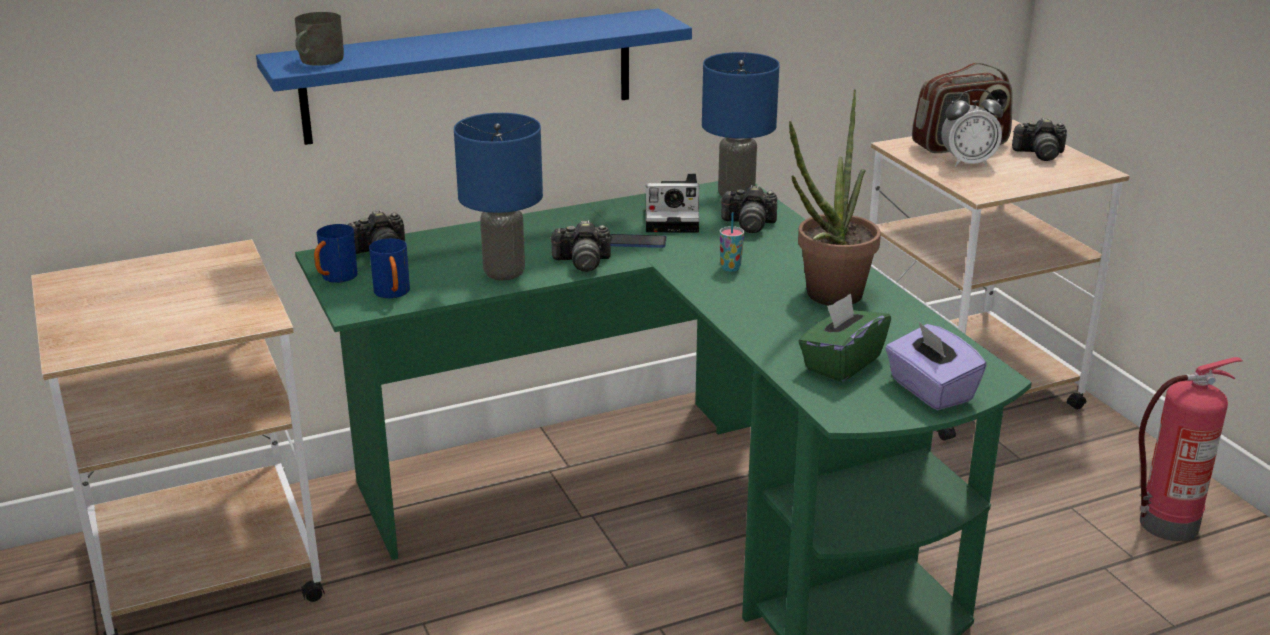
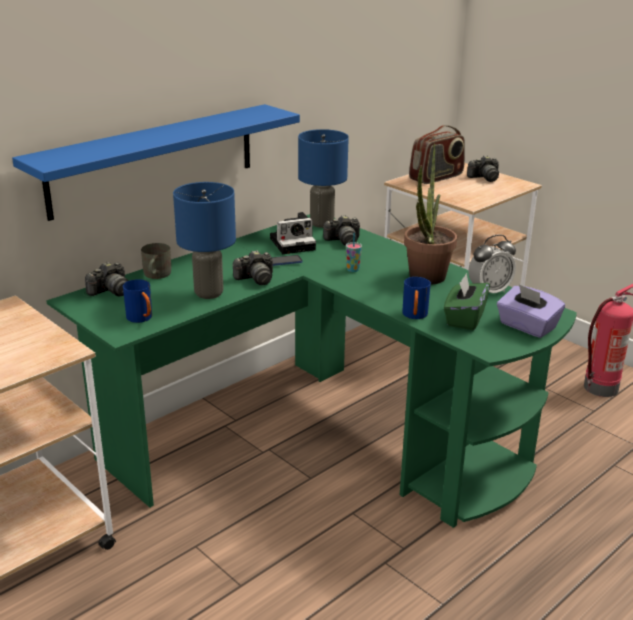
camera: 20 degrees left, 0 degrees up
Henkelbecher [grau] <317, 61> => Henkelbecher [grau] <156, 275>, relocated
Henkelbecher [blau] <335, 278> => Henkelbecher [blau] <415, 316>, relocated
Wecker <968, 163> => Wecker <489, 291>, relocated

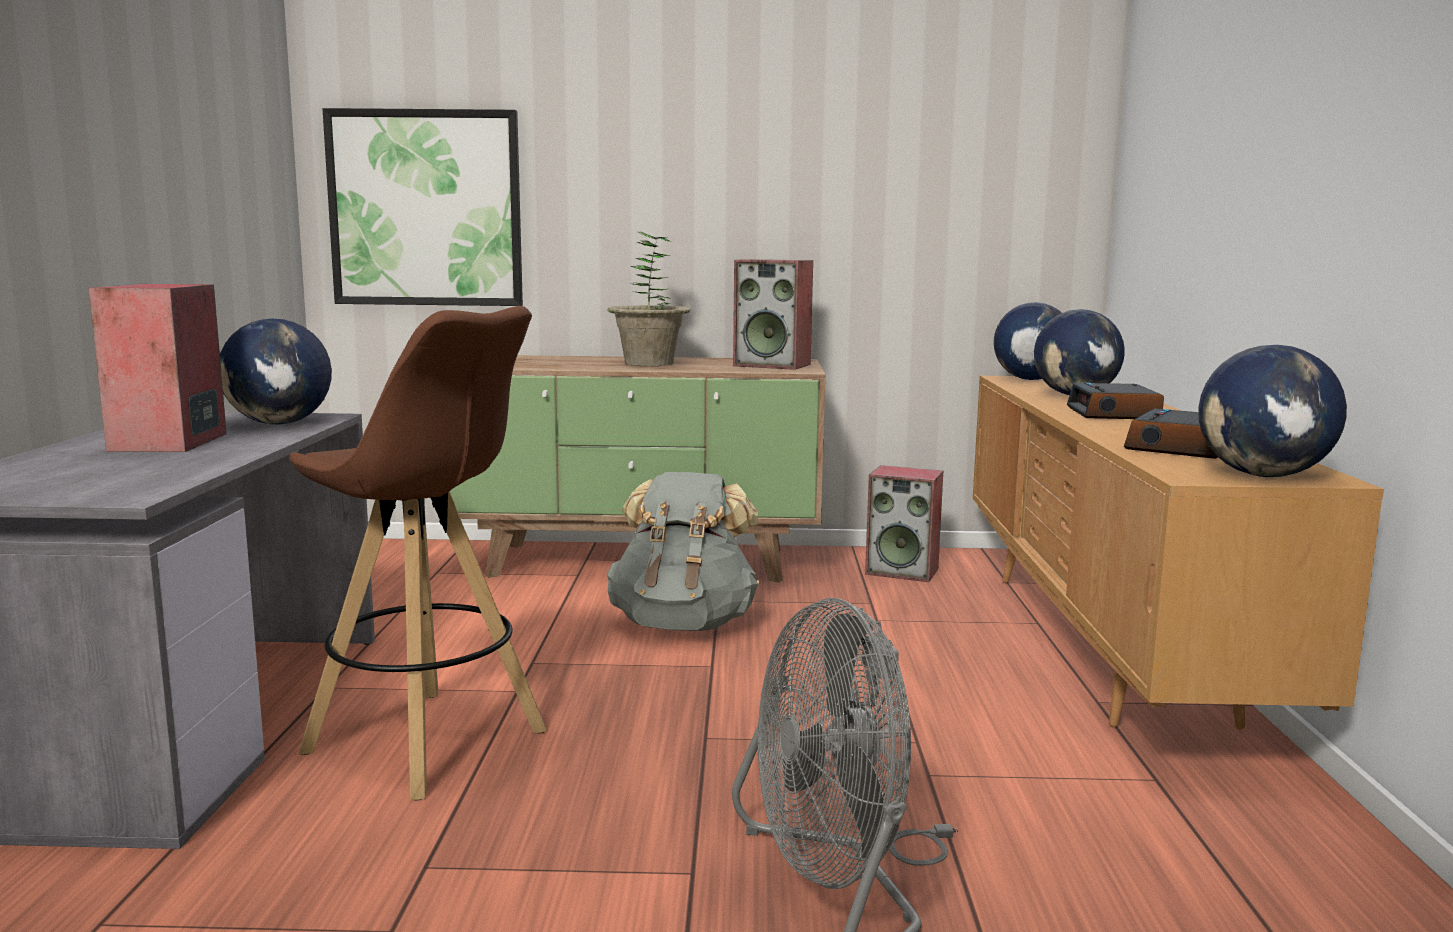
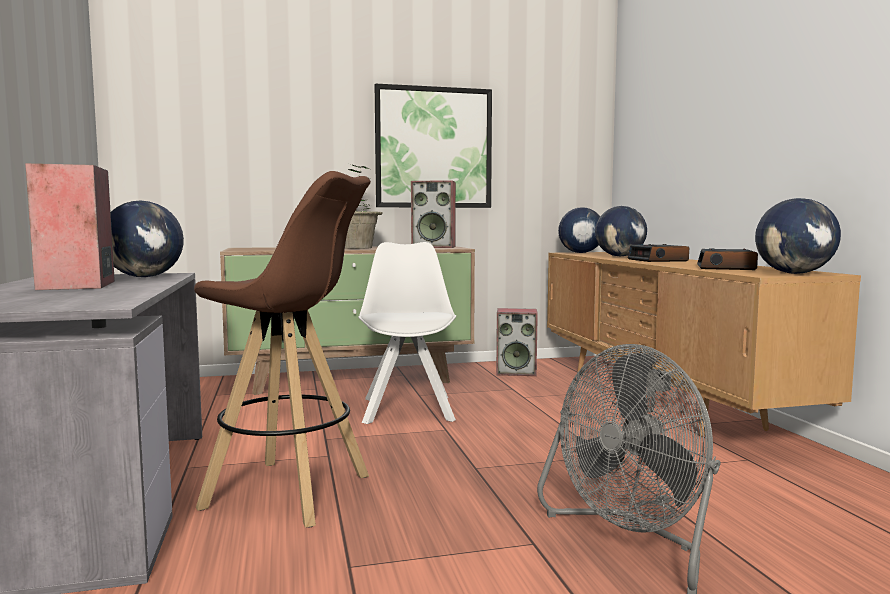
camera: 15 degrees left, 5 degrees down
Bild <426, 209> => Bild <433, 148>, relocated
Rucksack [grau] <683, 624> => Stuhl [weiß] <408, 409>

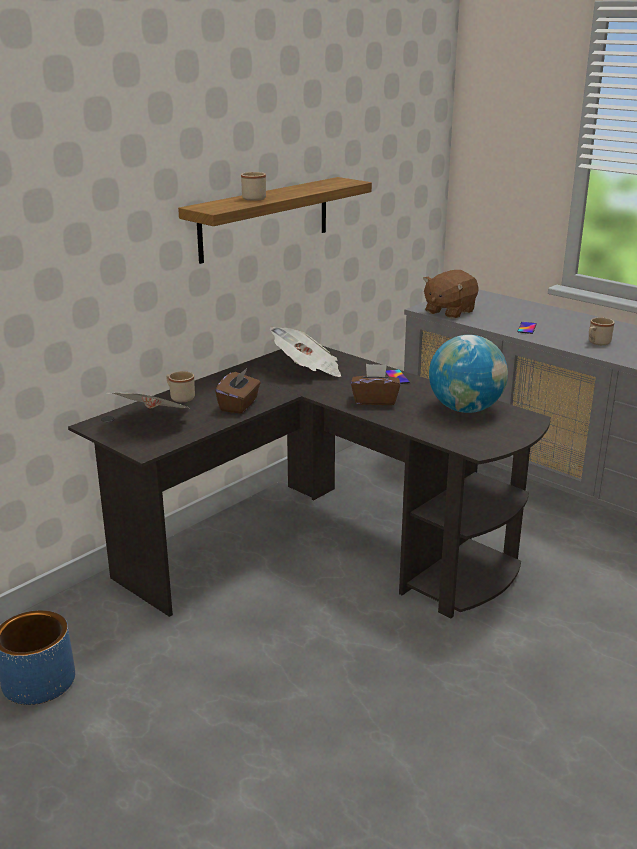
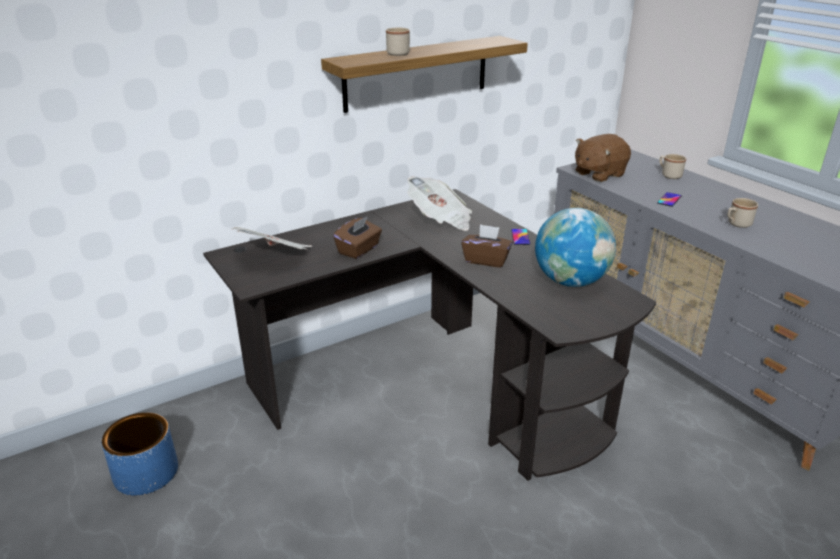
camera: 15 degrees right, 5 degrees up
Henkelbecher [beige] <180, 397> => Henkelbecher [beige] <669, 175>, relocated

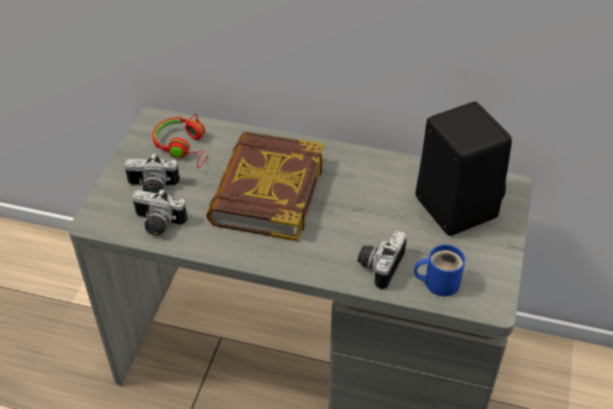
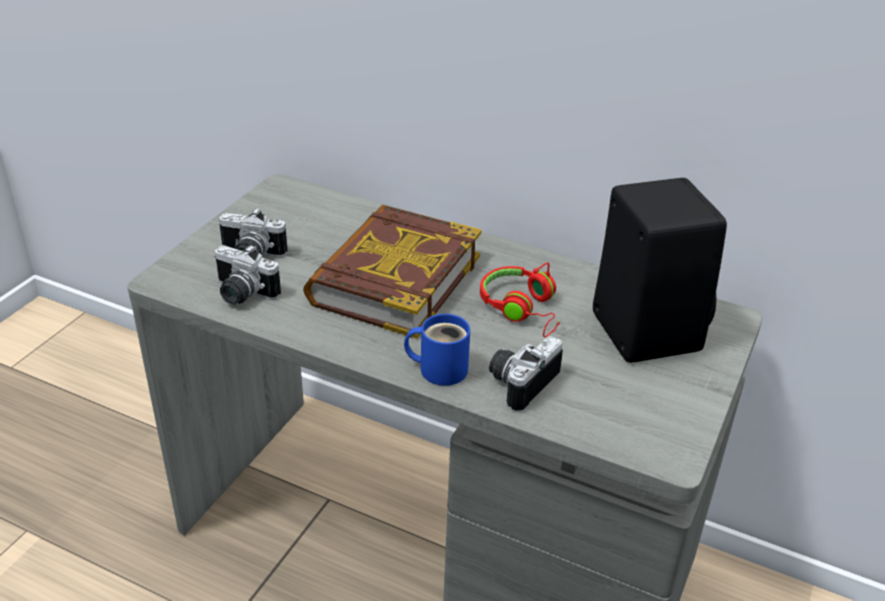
camera: 10 degrees right, 10 degrees down
Kopfhörer [rot] <184, 147> => Kopfhörer [rot] <523, 309>, relocated
Henkelbecher [blau] <438, 281> => Henkelbecher [blau] <439, 368>, relocated

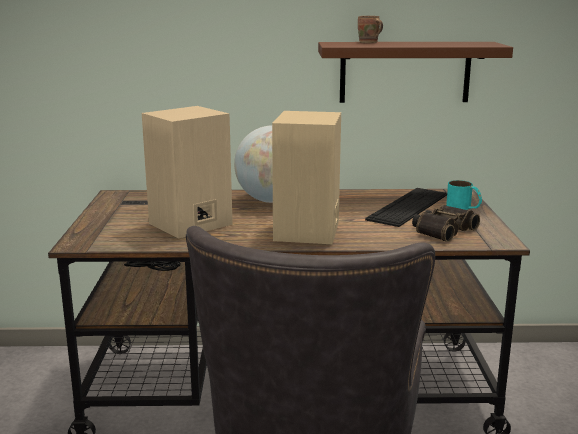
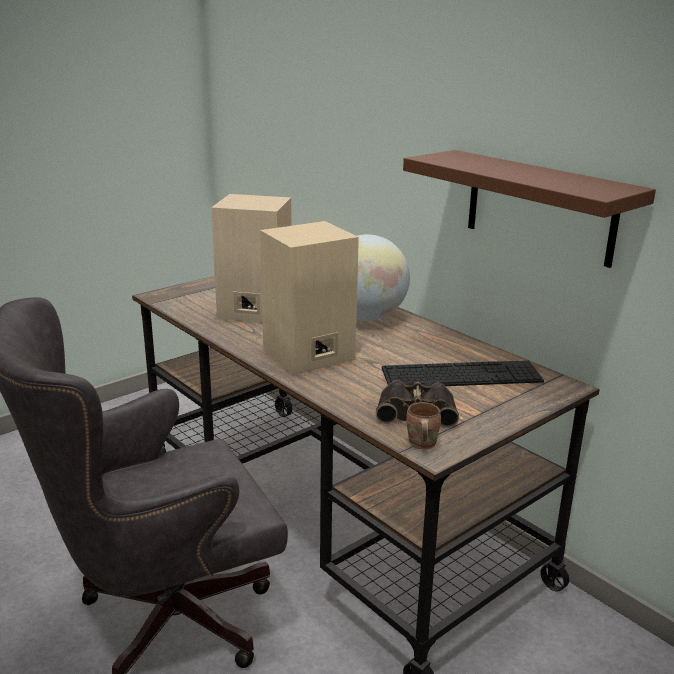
camera: 50 degrees right, 5 degrees up
Henkelbecher [türkis] <464, 207> => nothing
Henkelbecher [braun] <368, 42> => Henkelbecher [braun] <420, 444>, relocated

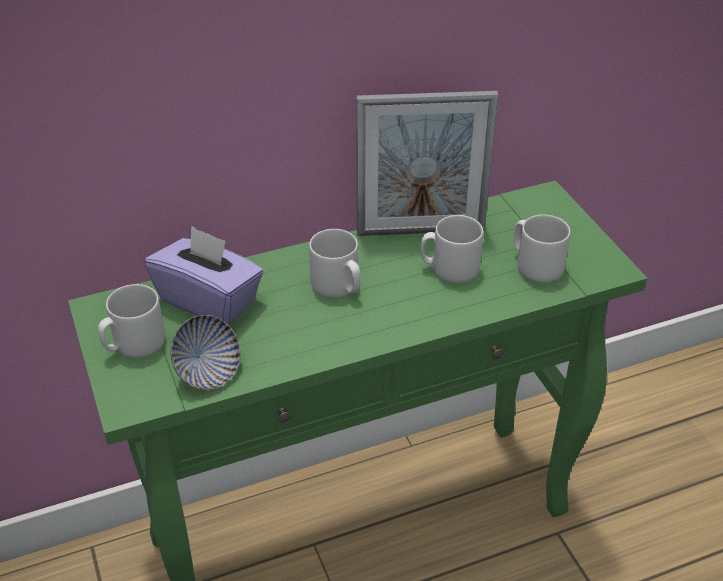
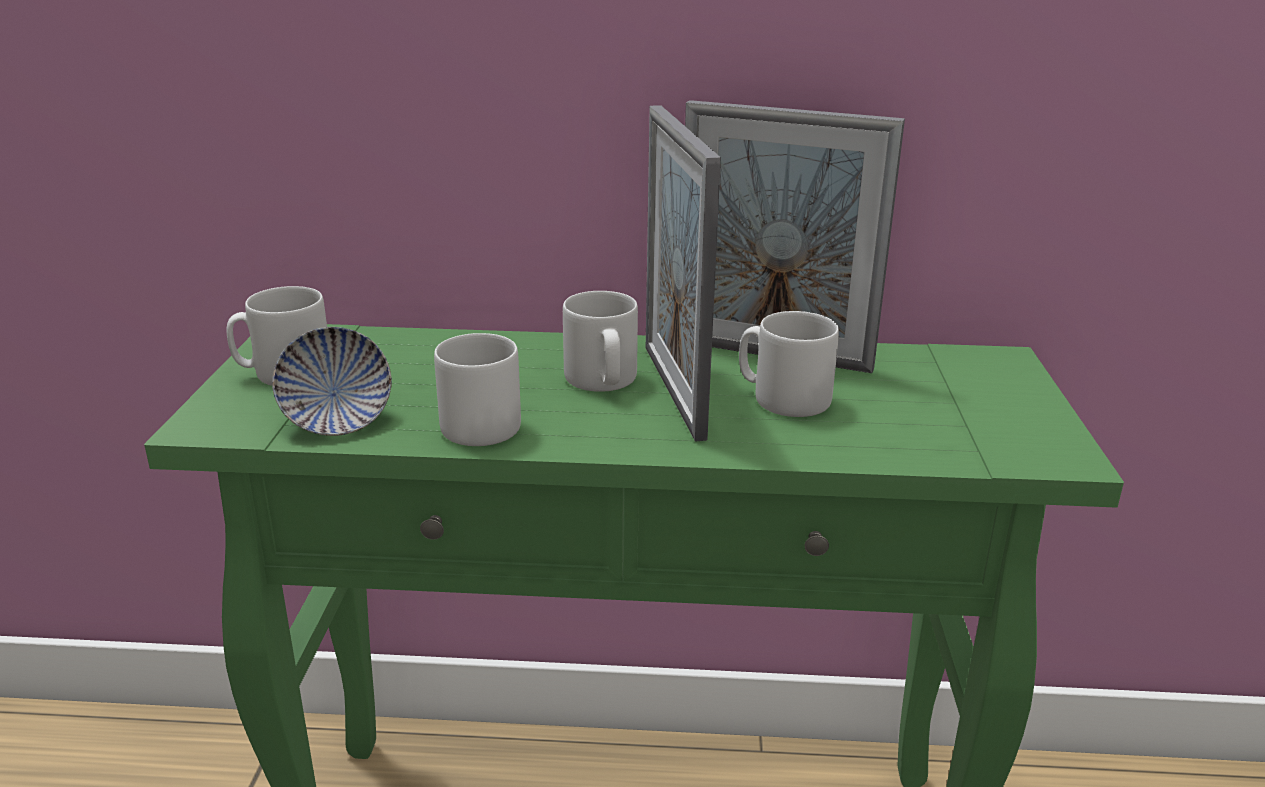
camera: 25 degrees right, 15 degrees down
Taschentuchbox [lila] <209, 300> => nothing
nothing => Bilderrahmen <673, 390>
Henkelbecher [grau] <535, 265> => Henkelbecher [grau] <479, 423>, relocated

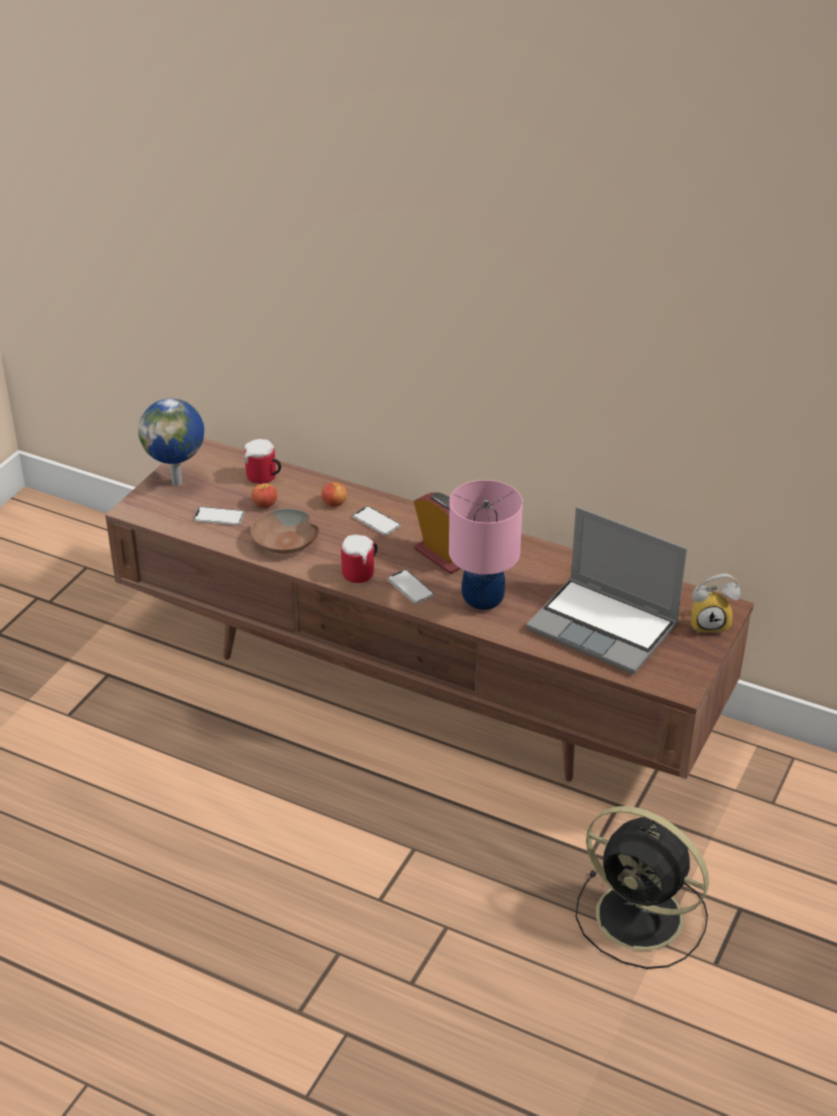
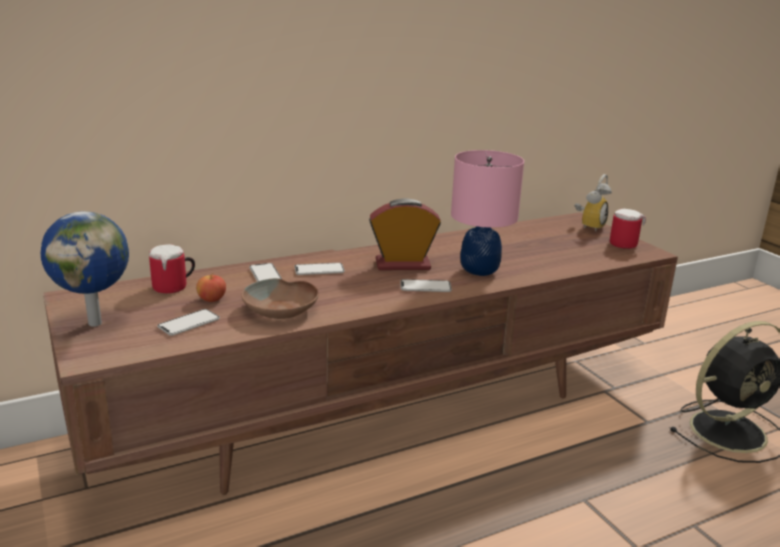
camera: 55 degrees left, 15 degrees down
Laptop <605, 627> => nothing
Henkelbecher <362, 572> => Henkelbecher <622, 243>, relocated
Apfel <334, 503> => Handy <265, 275>

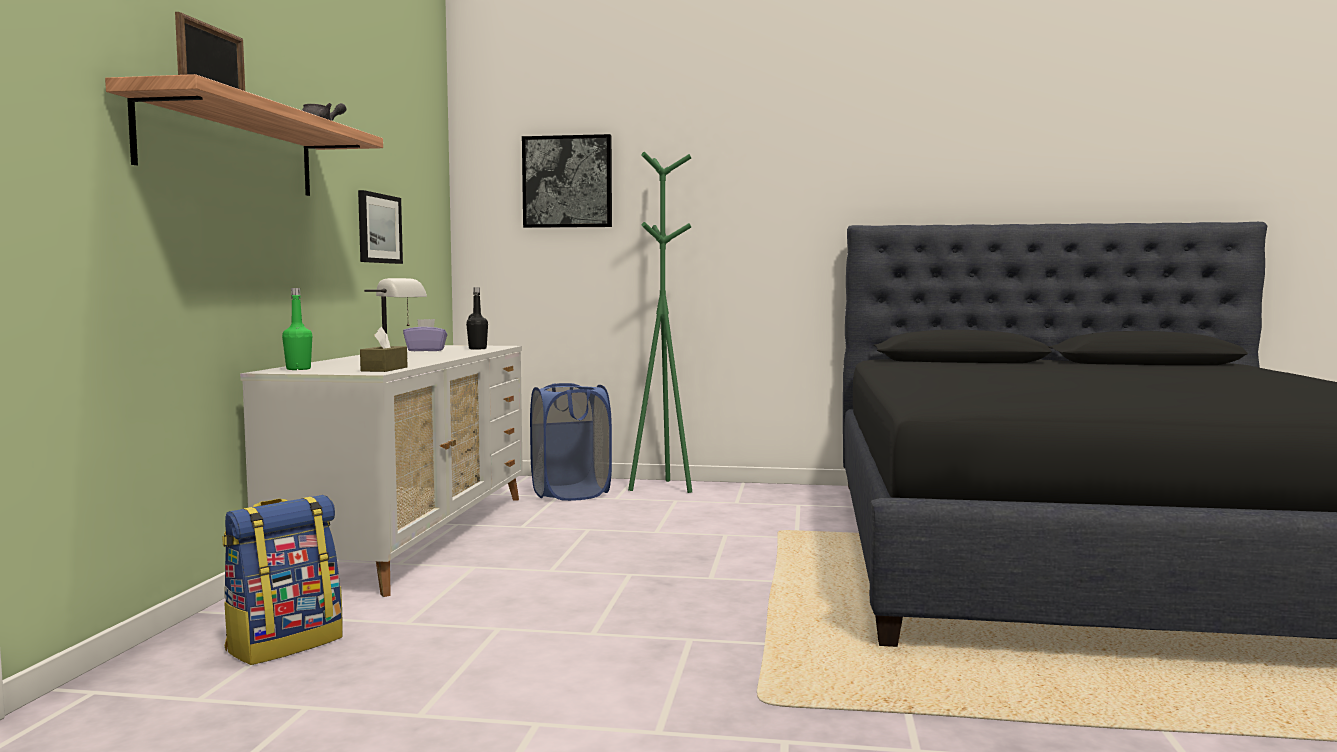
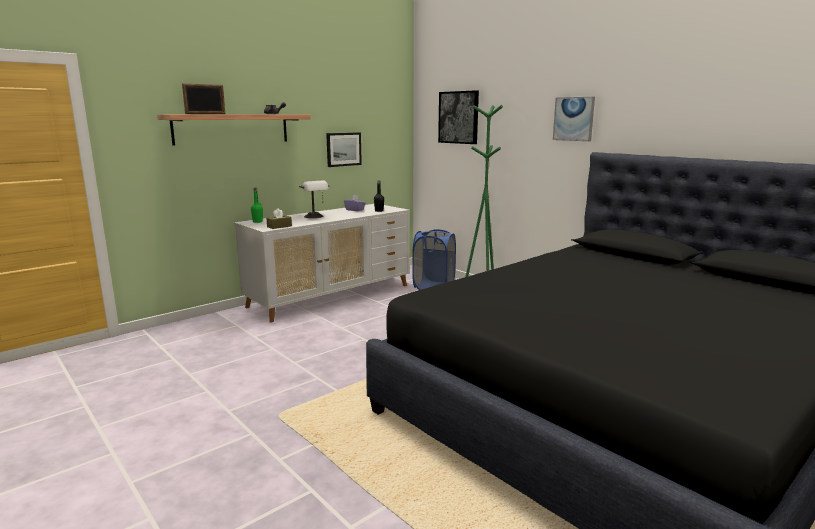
camera: 40 degrees right, 10 degrees up
Rucksack <285, 644> => nothing
nothing => Bild <573, 119>

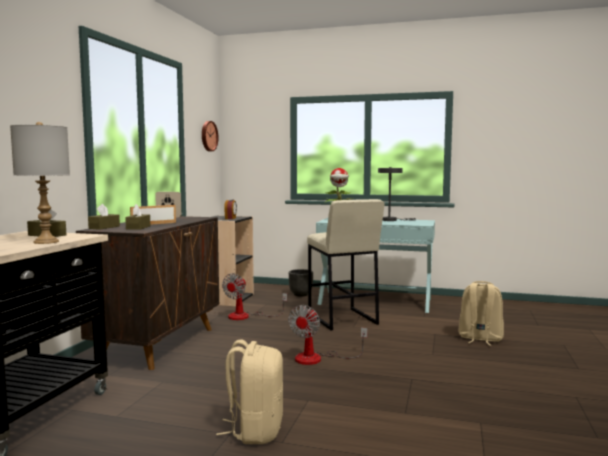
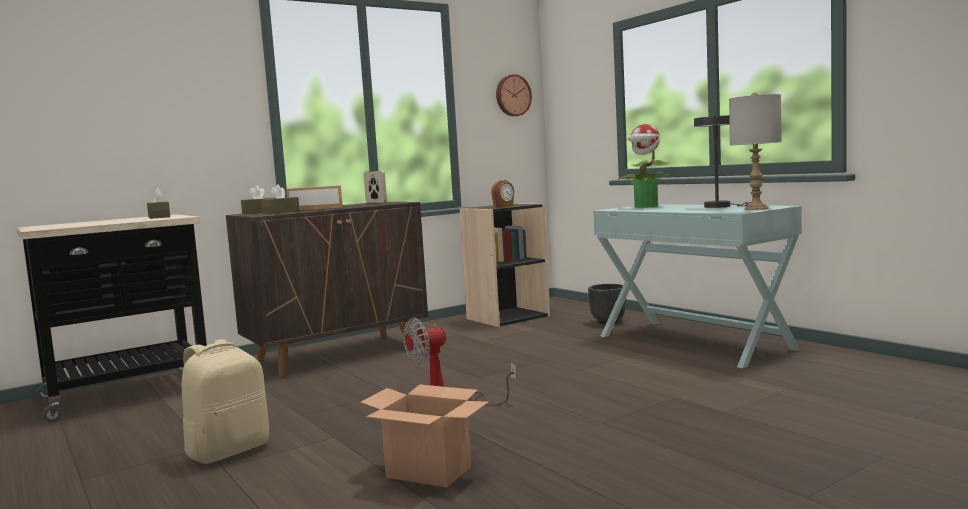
camera: 40 degrees right, 0 degrees up
Ventilator <246, 316> => nothing
Hocker [beige] <343, 319> => nothing
Rucksack [beige] <480, 338> => nothing
nothing => Karton <430, 472>
Tischlampe [grau] <46, 242> => Tischlampe [grau] <756, 209>, relocated

